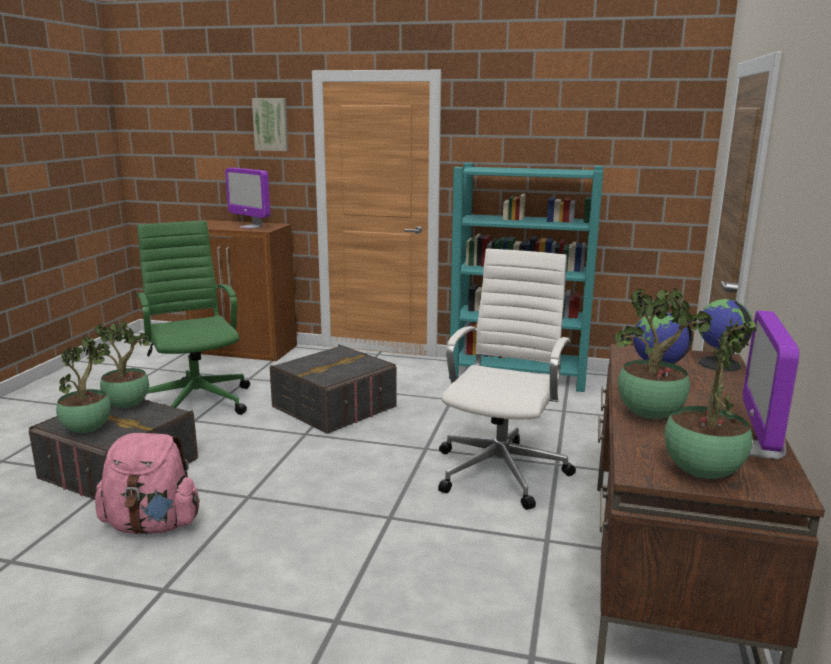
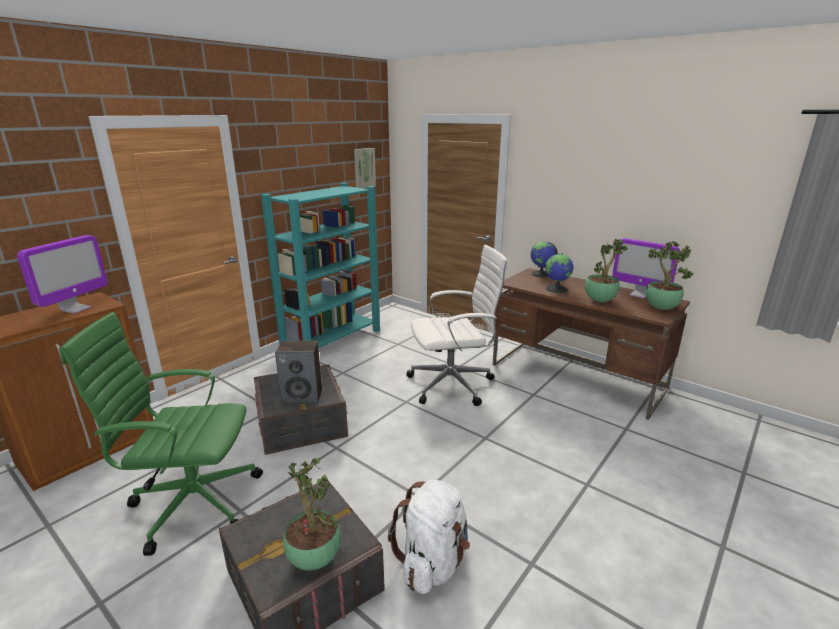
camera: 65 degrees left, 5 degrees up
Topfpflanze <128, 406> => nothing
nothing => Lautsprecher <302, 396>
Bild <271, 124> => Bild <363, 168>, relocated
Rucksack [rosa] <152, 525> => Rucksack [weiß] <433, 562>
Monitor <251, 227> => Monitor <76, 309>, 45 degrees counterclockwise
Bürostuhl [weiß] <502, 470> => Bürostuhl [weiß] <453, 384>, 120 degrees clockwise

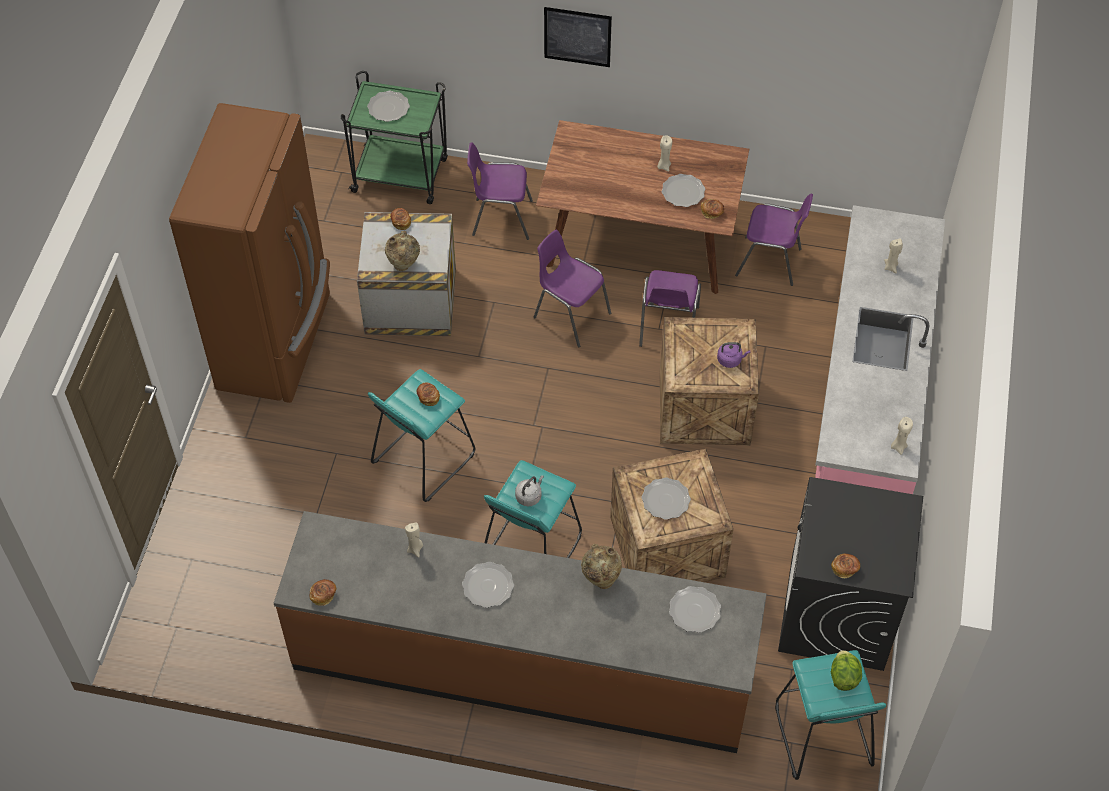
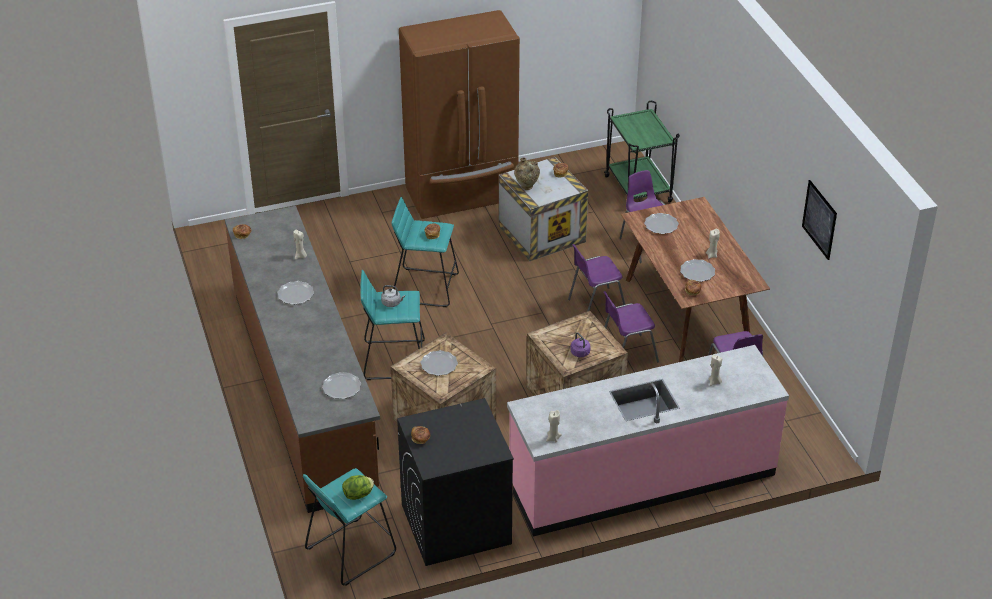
camera: 60 degrees right, 15 degrees down
Vase [beige] <601, 580> => nothing
Teller <388, 108> => Teller <661, 225>, relocated
Bild <577, 36> => Bild <819, 219>, relocated
Stuhl [lila] <570, 315> => Stuhl [lila] <595, 305>, 120 degrees counterclockwise

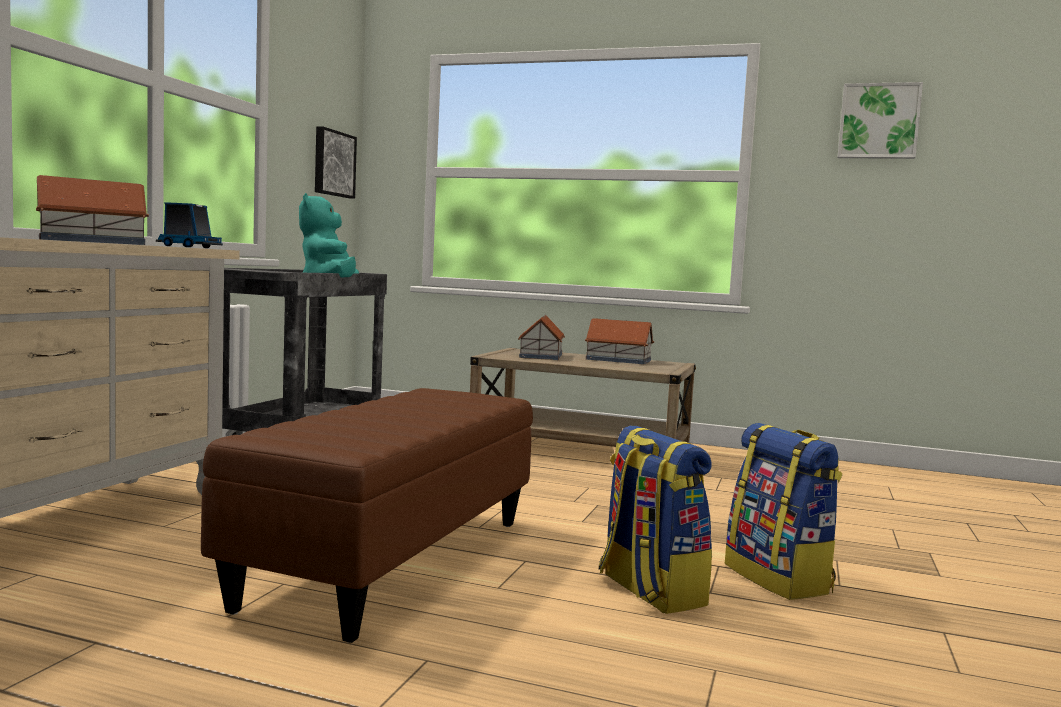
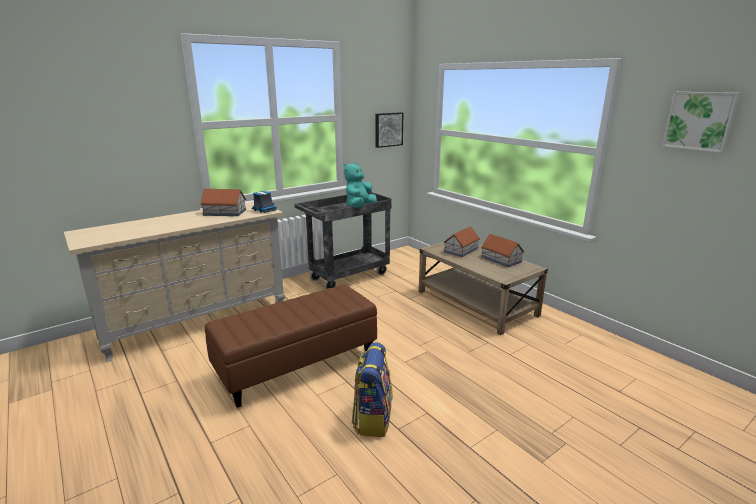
camera: 35 degrees right, 15 degrees up
Rucksack <779, 579> => nothing

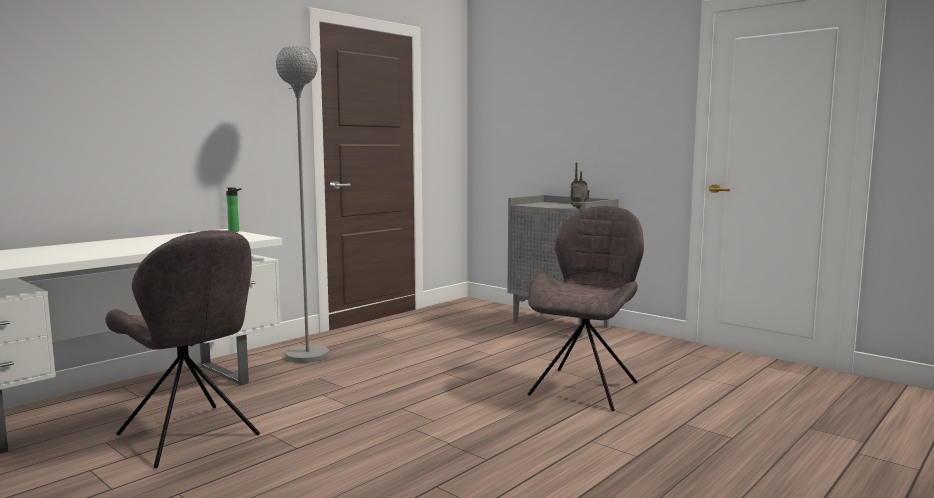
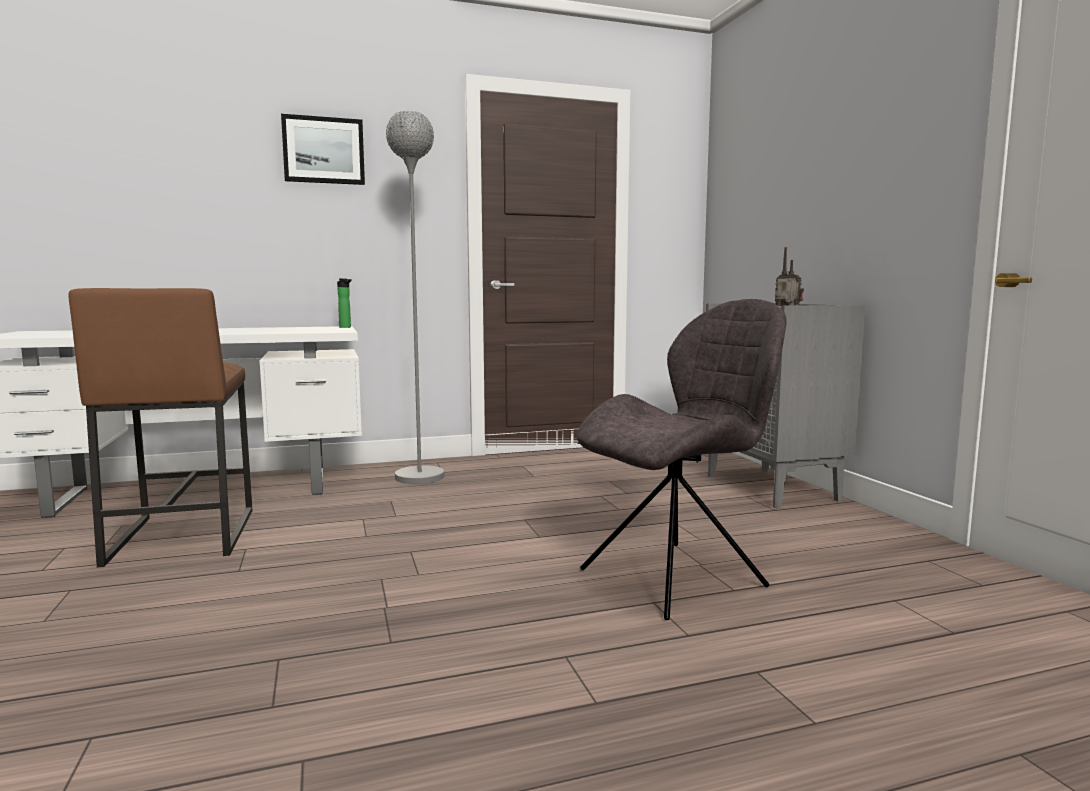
camera: 30 degrees right, 0 degrees up
nothing => Bild <323, 150>
Stuhl [grau] <190, 437> => Hocker [braun] <183, 536>

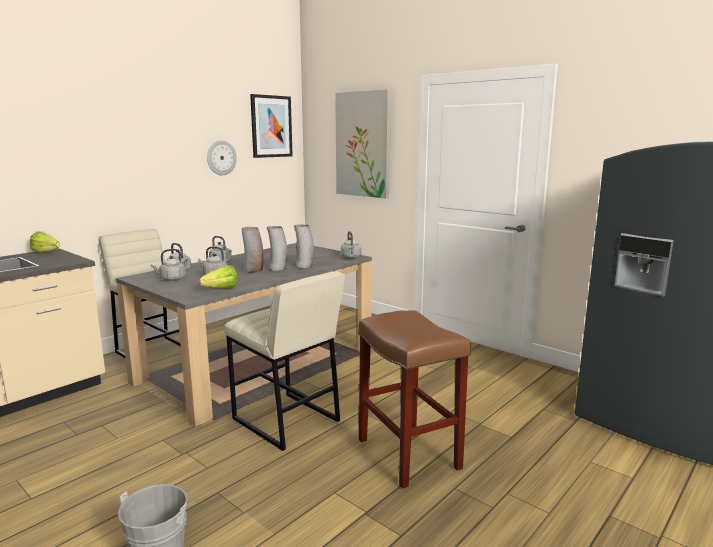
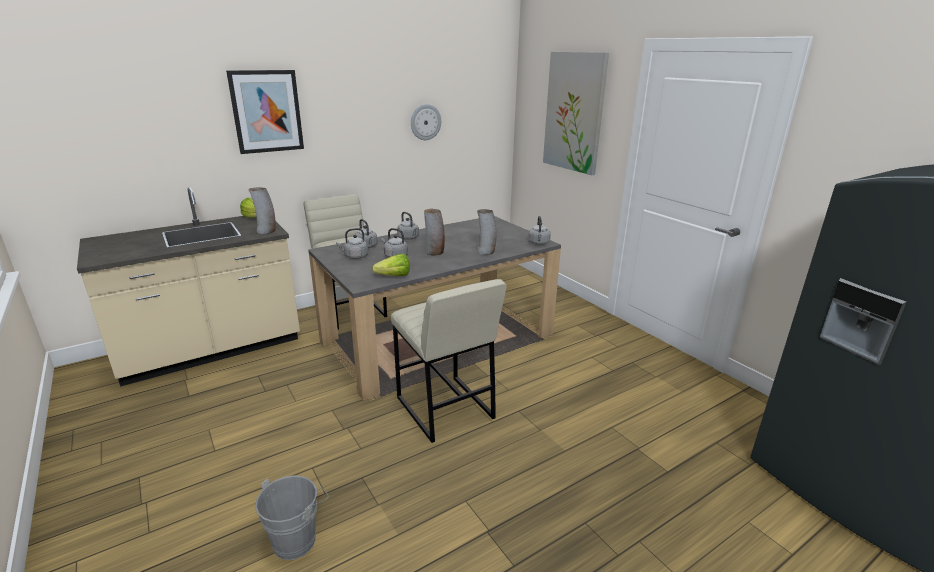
camera: 15 degrees right, 10 degrees up
Hocker [braun] <407, 453> => nothing
Bild <271, 126> => Bild <266, 111>, relocated
Vase <278, 268> => Vase <266, 231>, relocated

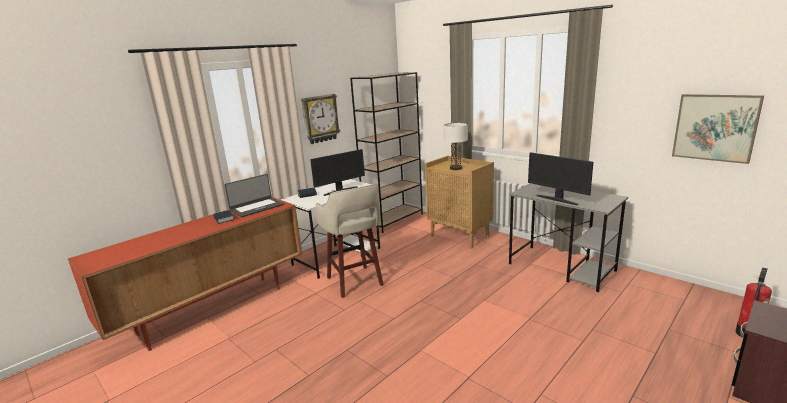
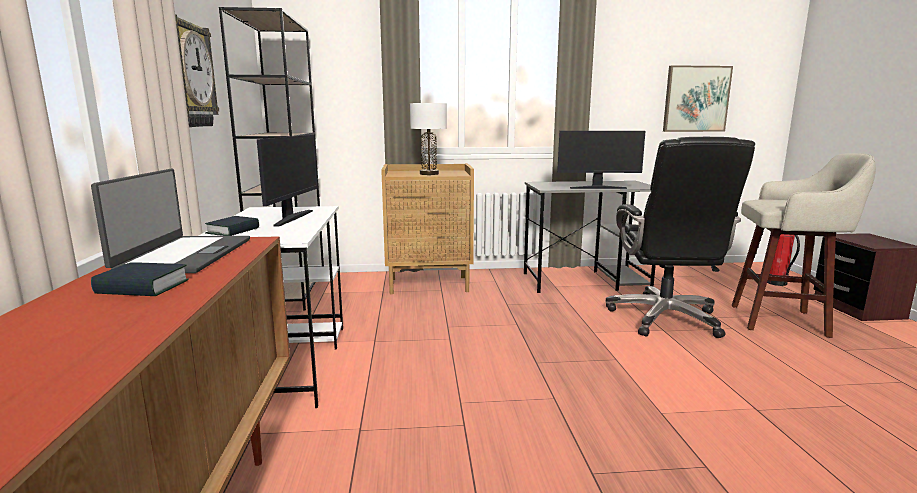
camera: 50 degrees left, 5 degrees down
nothing => Bürostuhl [schwarz] <664, 318>
Hocker [beige] <355, 283> => Hocker [beige] <783, 321>, relocated

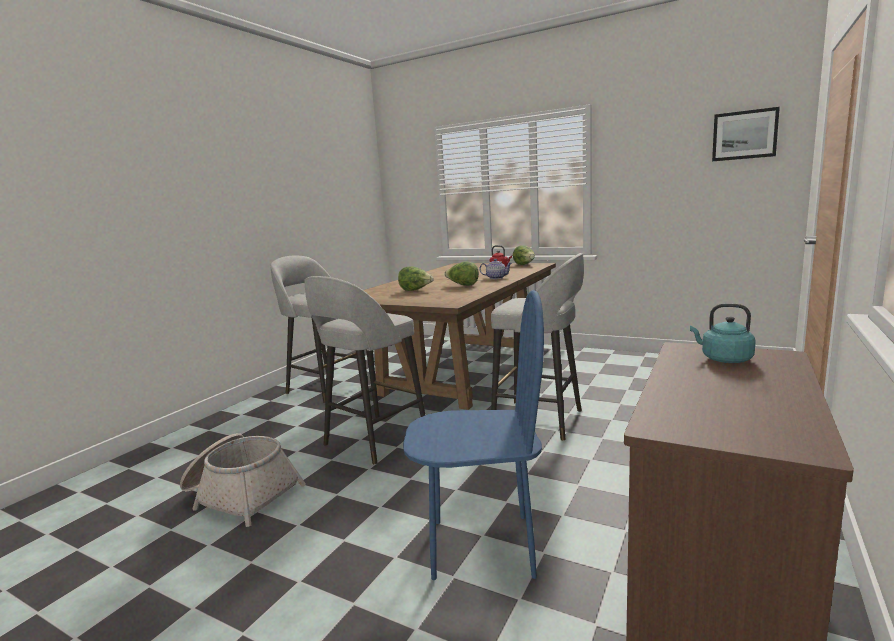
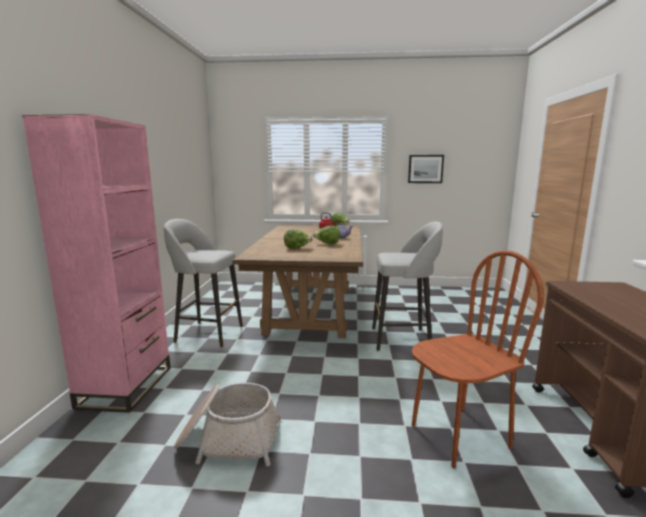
camera: 25 degrees left, 0 degrees up
Hocker [grau] <373, 440> => nothing
Wasserkessel [türkis] <723, 359> => nothing
nothing => Bücherregal [rosa] <126, 387>
Bild <744, 135> => Bild <425, 169>, relocated
Stuhl [blau] <482, 546> => Stuhl [braun] <459, 435>

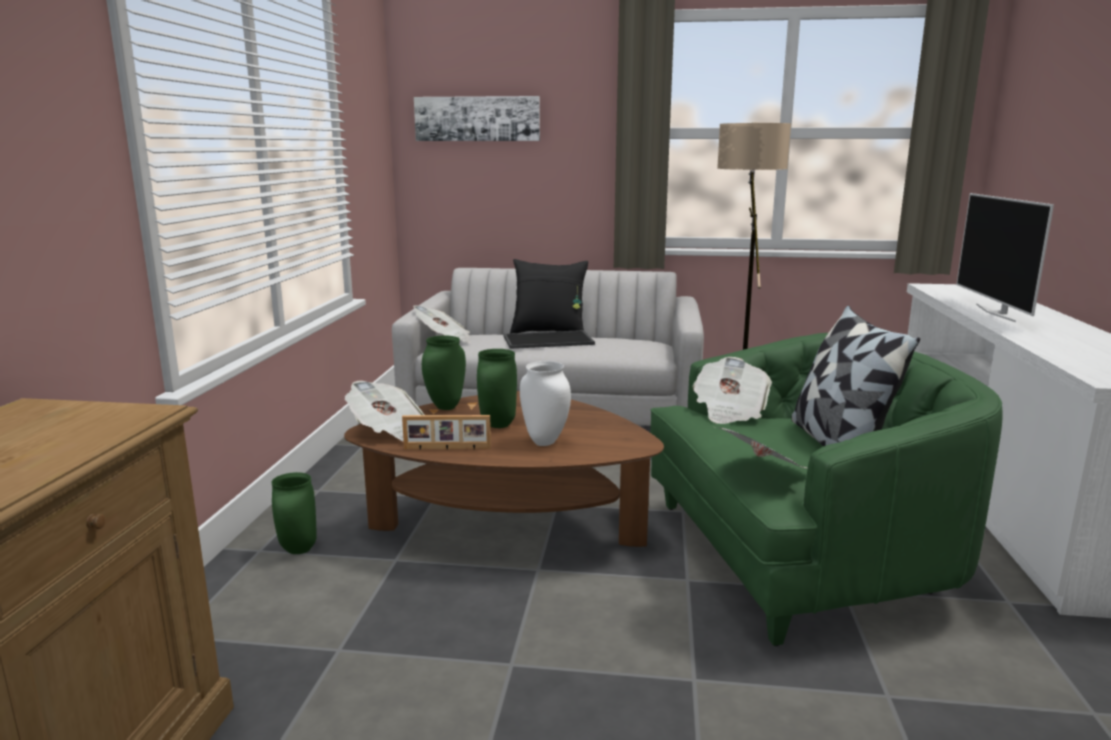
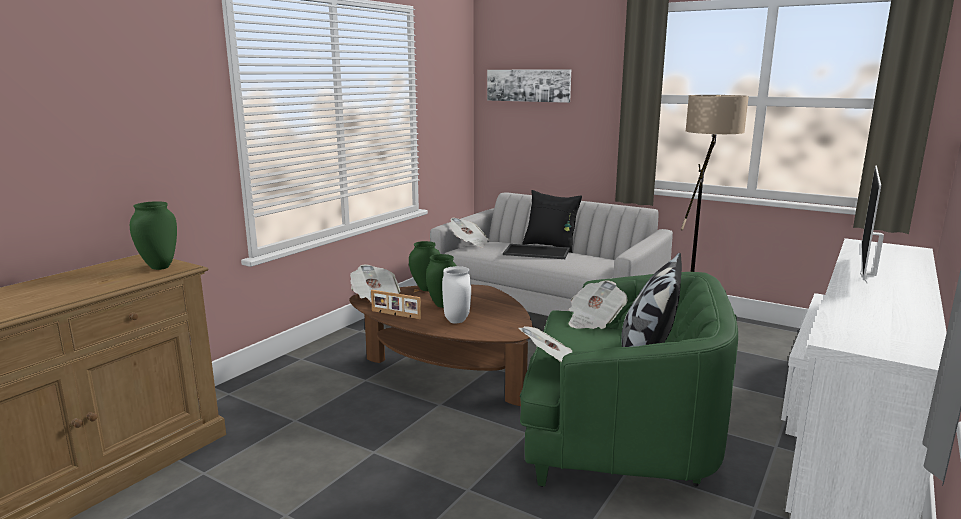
camera: 25 degrees right, 0 degrees up
Vase [grün] <297, 550> => Vase [grün] <159, 267>, relocated

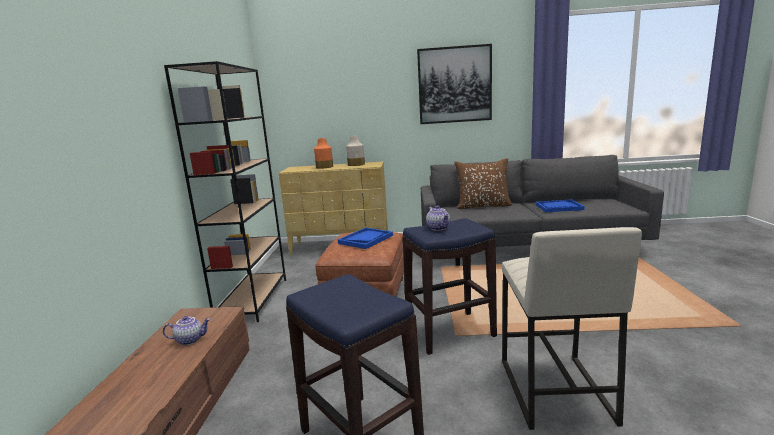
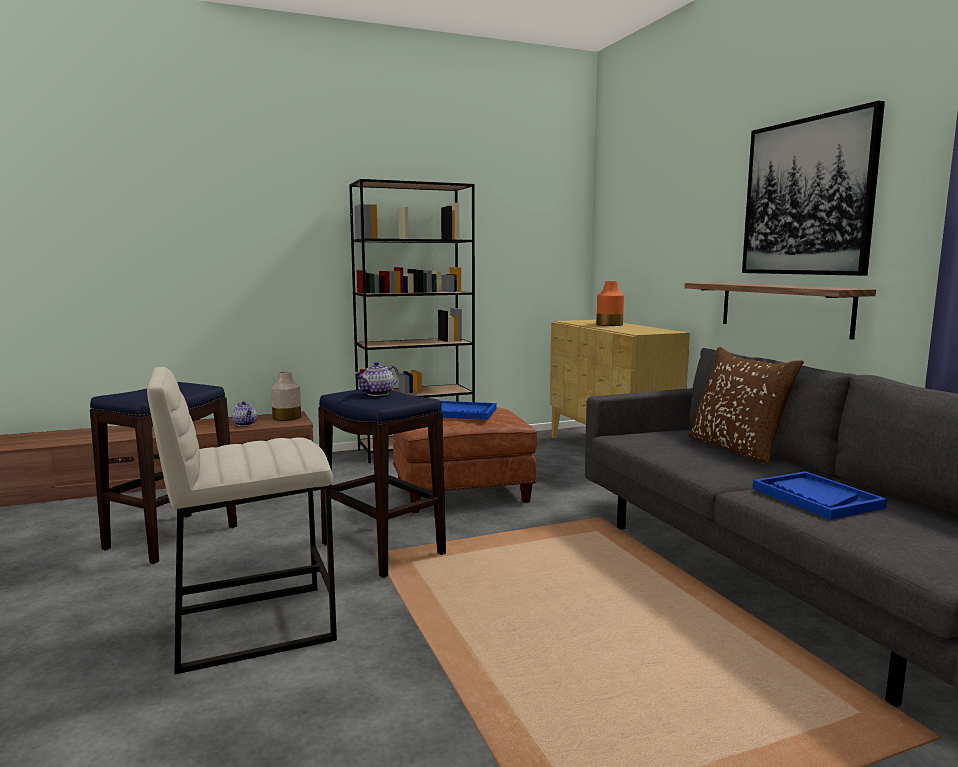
camera: 65 degrees right, 5 degrees down
nothing => Wandregal <783, 308>
Vase [beige] <356, 164> => Vase [beige] <286, 417>, relocated

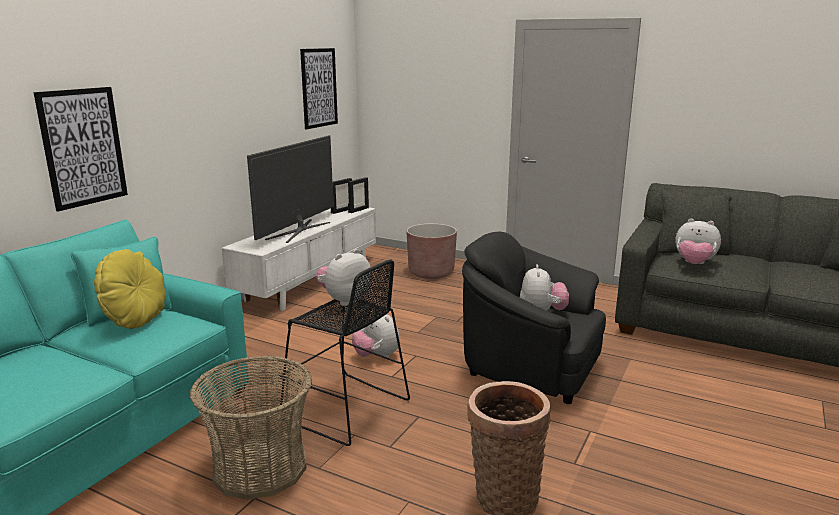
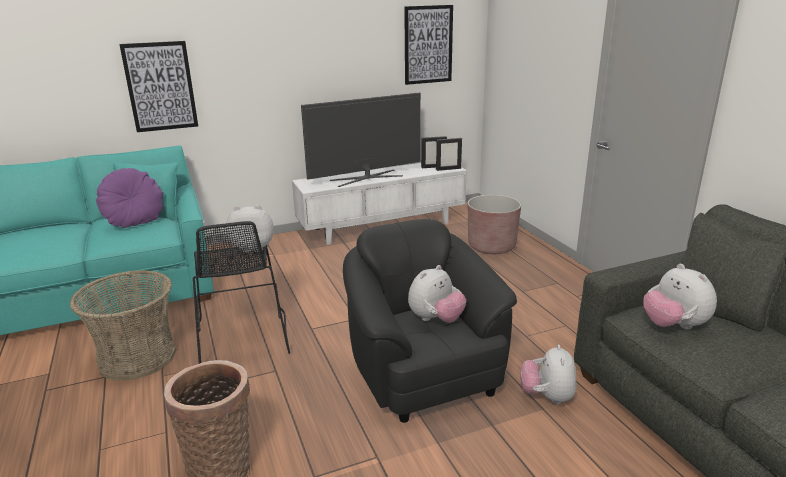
camera: 40 degrees right, 5 degrees up
Plüschtier <377, 356> => Plüschtier <547, 396>, relocated
Kissen [gelb] <136, 322> => Kissen [lila] <135, 223>

